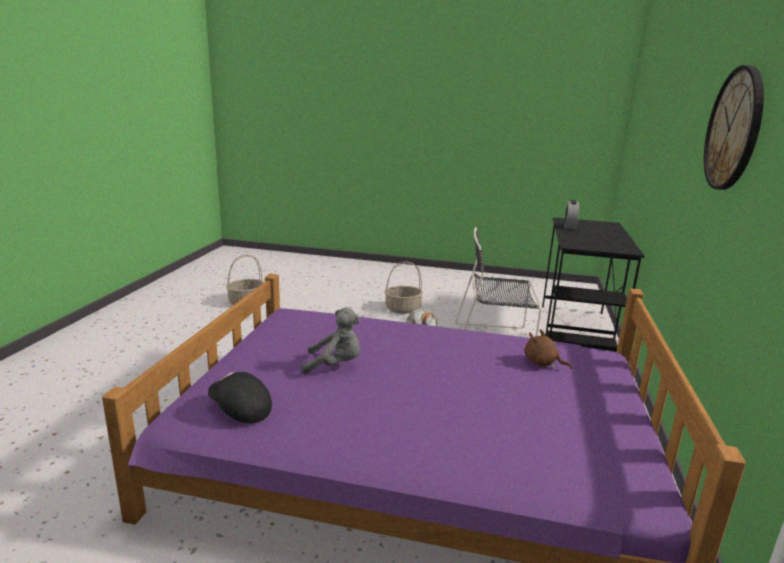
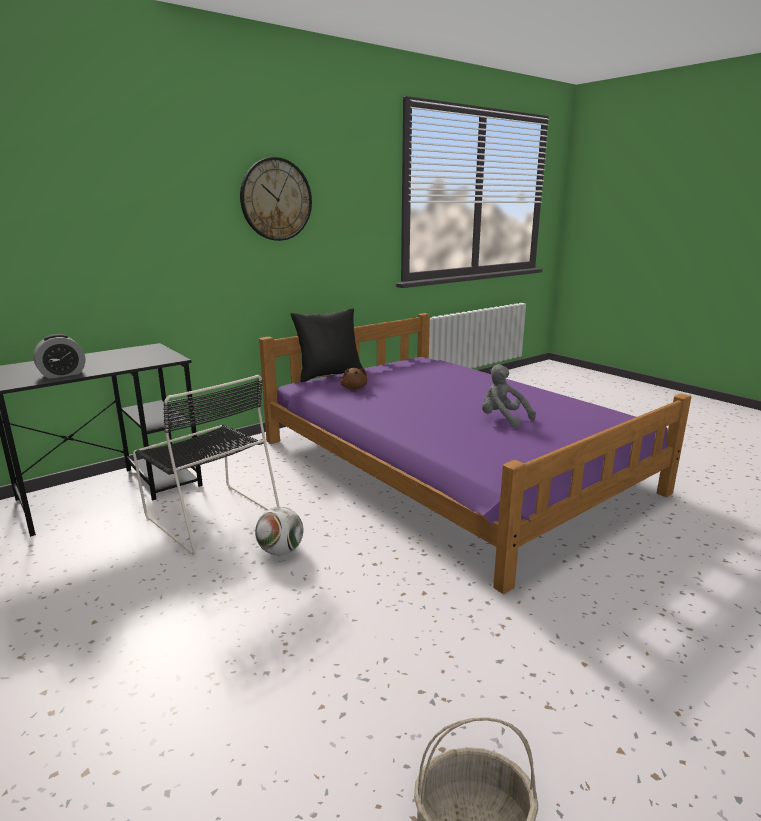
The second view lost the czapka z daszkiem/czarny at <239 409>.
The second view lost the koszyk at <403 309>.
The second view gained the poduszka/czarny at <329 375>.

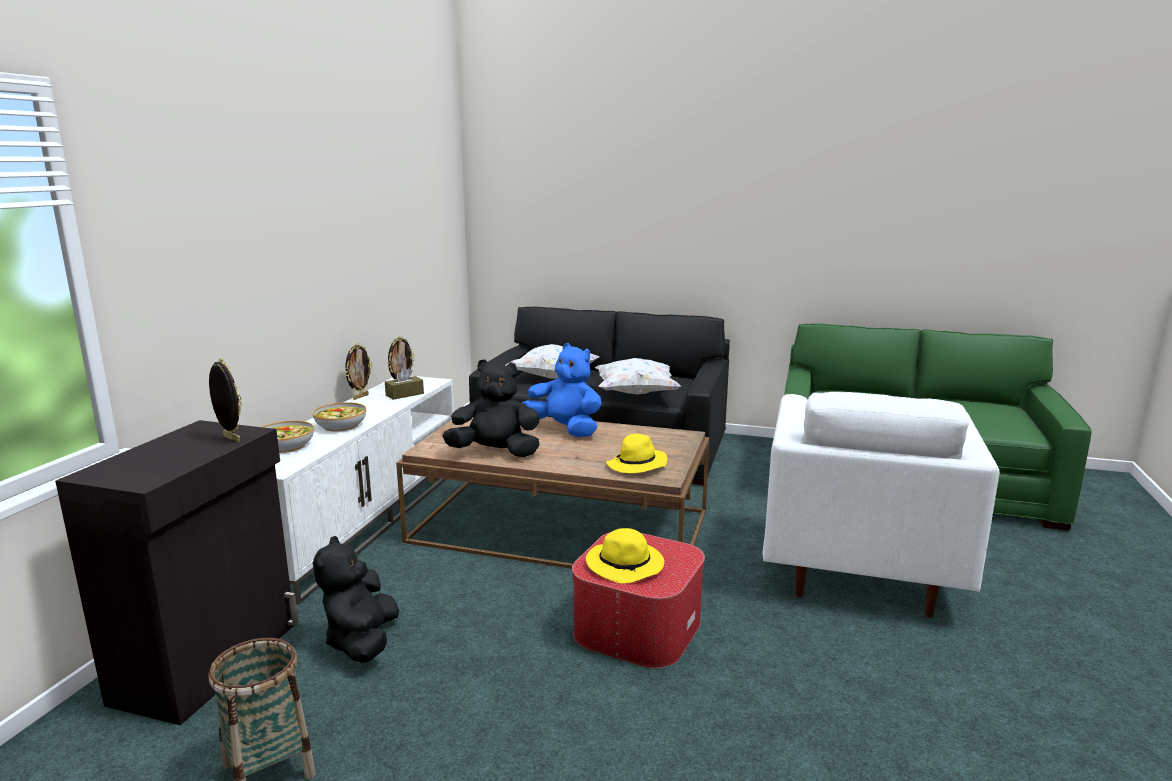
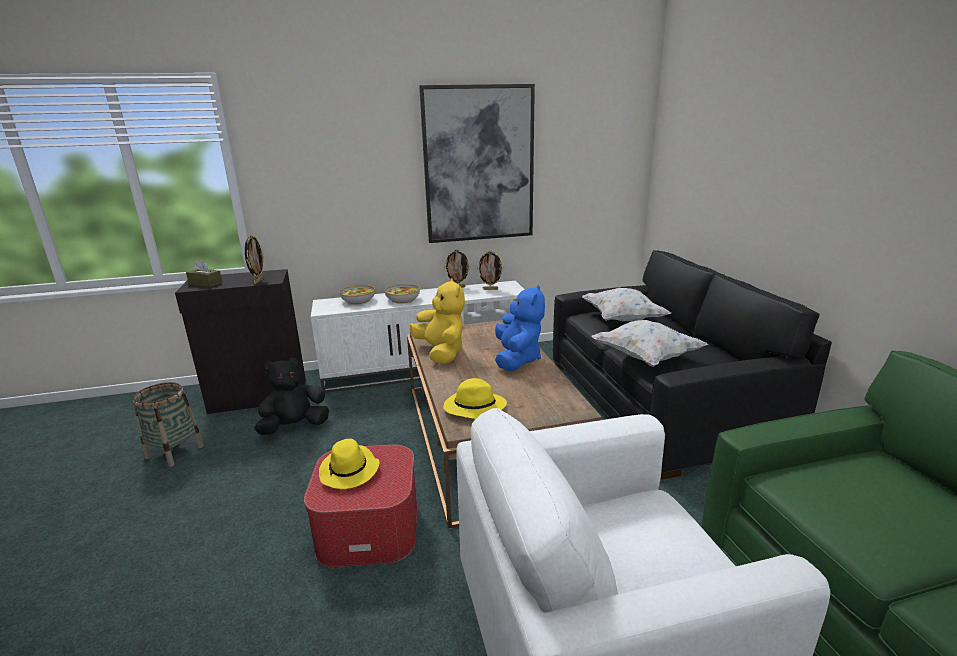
The pudełko chusteczek/brązowy ended up elsewhere, having gone from <404 394> to <205 283>.
What was the pluszak/czarny at <495 453> turned into the pluszak/żółty at <441 353>.
The second view gained the obraz at <479 165>.

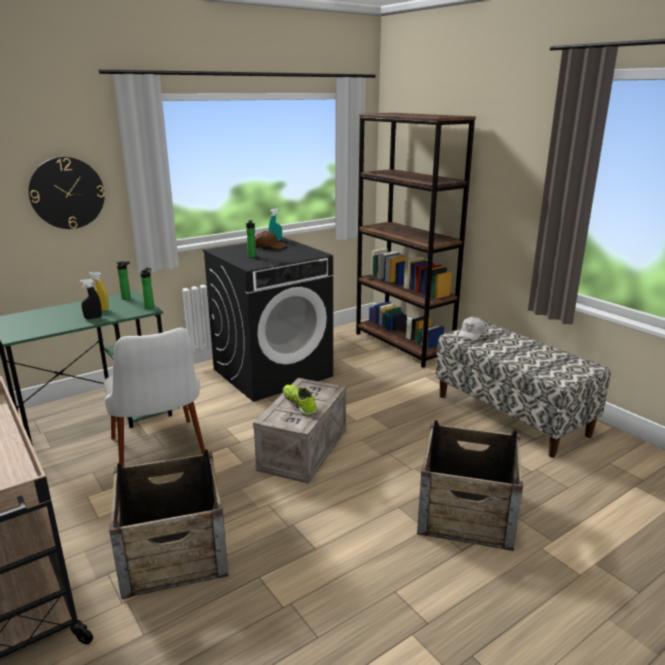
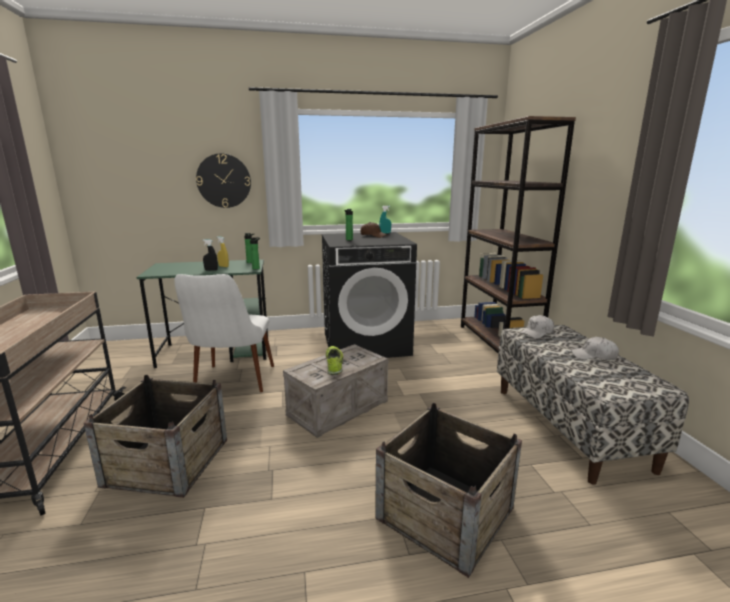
The second view gained the czapka z daszkiem/biały at <594 356>.

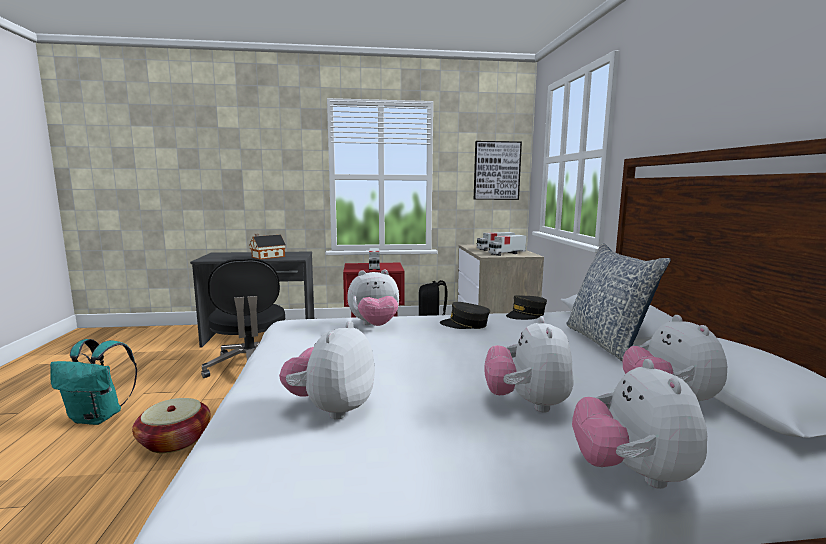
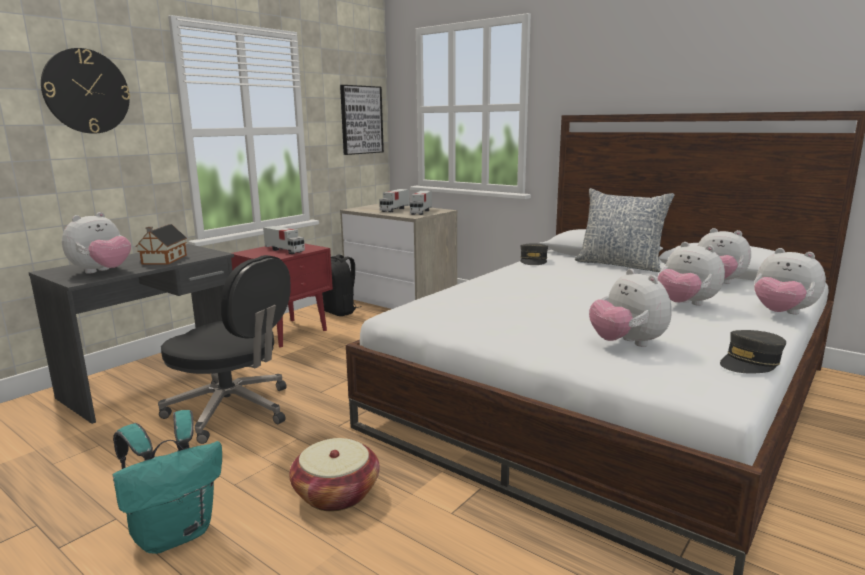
The pluszak ended up elsewhere, having gone from <375 326> to <102 272>.
The czapka z daszkiem/szary ended up elsewhere, having gone from <465 324> to <750 362>.
The second view gained the zegar ścienny at <86 91>.

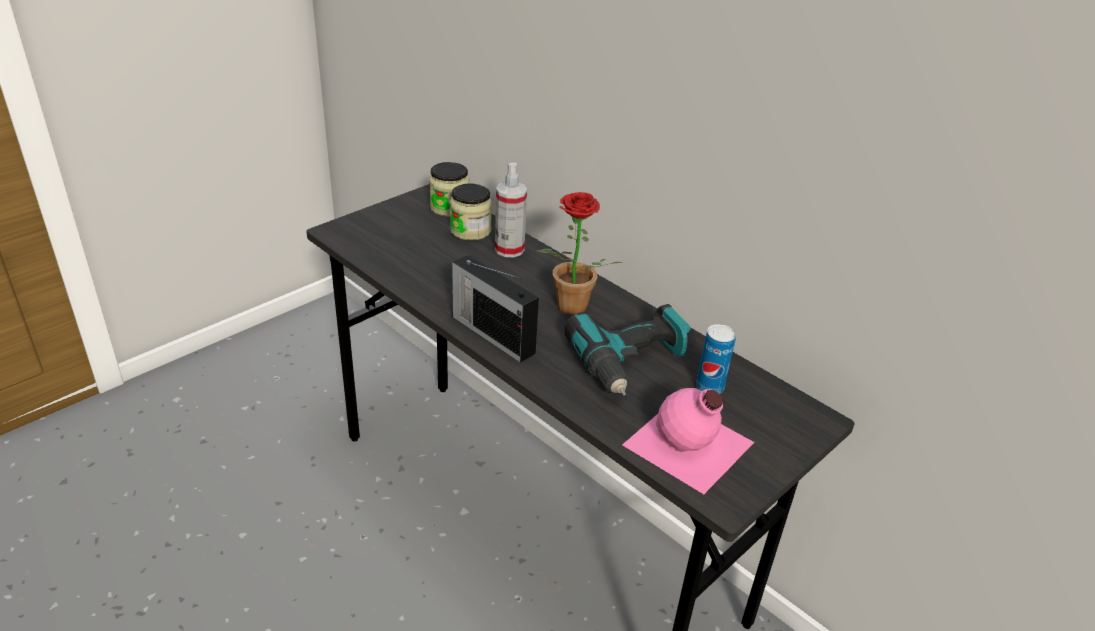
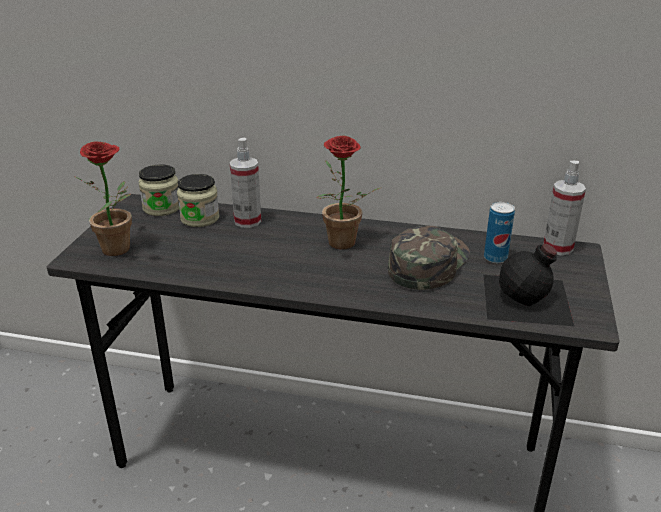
The second view lost the radio at <492 333>.
Where the wiertarka stood at <631 363>, the czapka z daszkiem/zielony came to stand at <428 263>.
What was the butelka/różowy at <689 445> turned into the butelka/czarny at <528 300>.
The second view gained the roślina doniczkowa at <121 250>.
The second view gained the spryskiwacz at <558 248>.

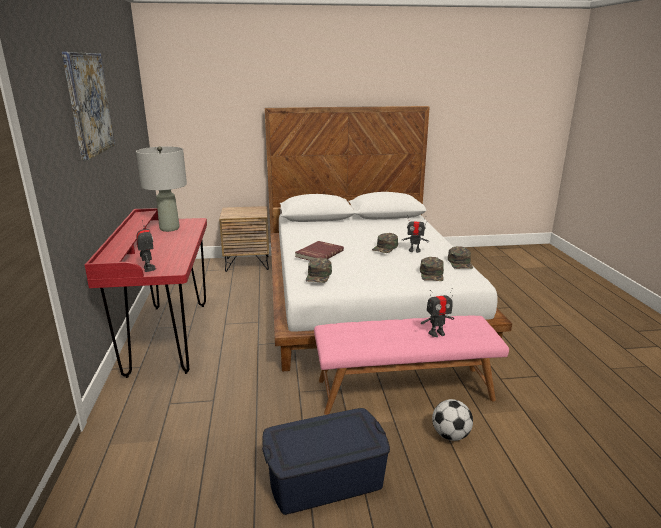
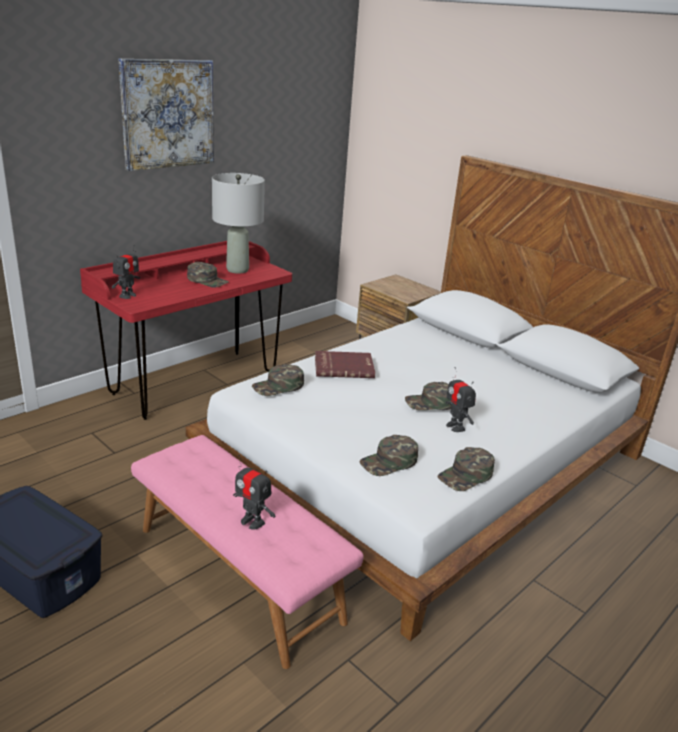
The second view lost the piłka futbolowa at <450 435>.
The second view gained the czapka z daszkiem/zielony at <208 280>.

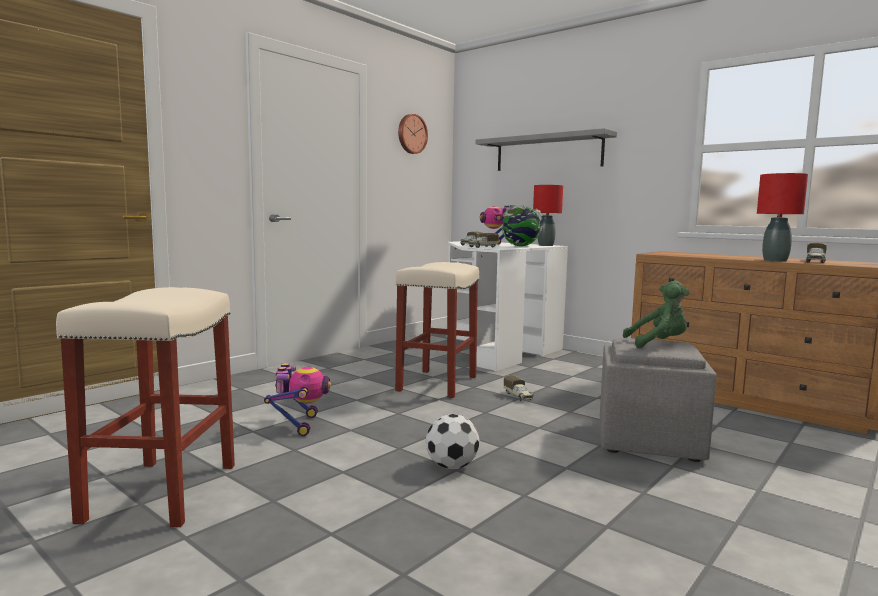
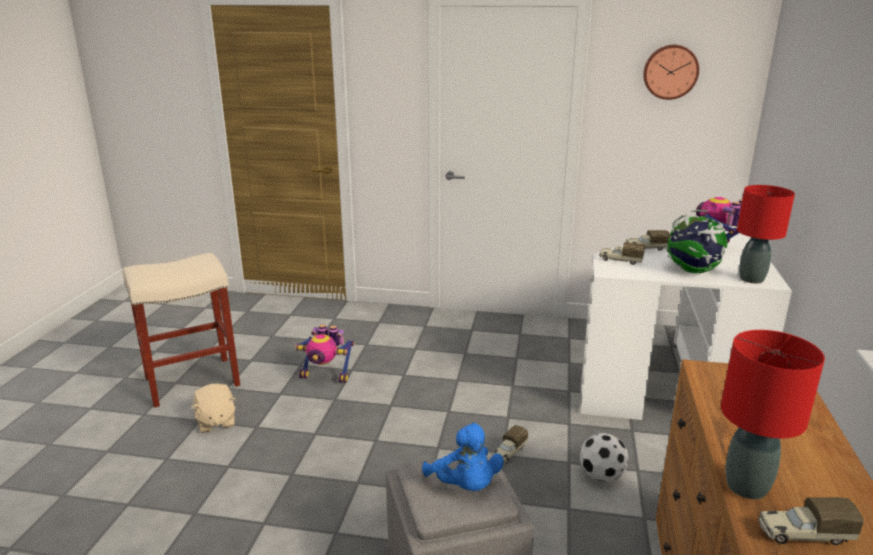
The robot zabawkowy at <299 425> ended up facing another way, 45 degrees clockwise from before.
The second view lost the stołek/beżowy at <437 384>.
The piłka futbolowa ended up elsewhere, having gone from <451 466> to <601 475>.
The second view lost the półka/szary at <548 153>.
What was the pluszak/zielony at <658 344> turned into the pluszak/niebieski at <465 486>.
The second view gained the pluszak/beżowy at <215 421>.

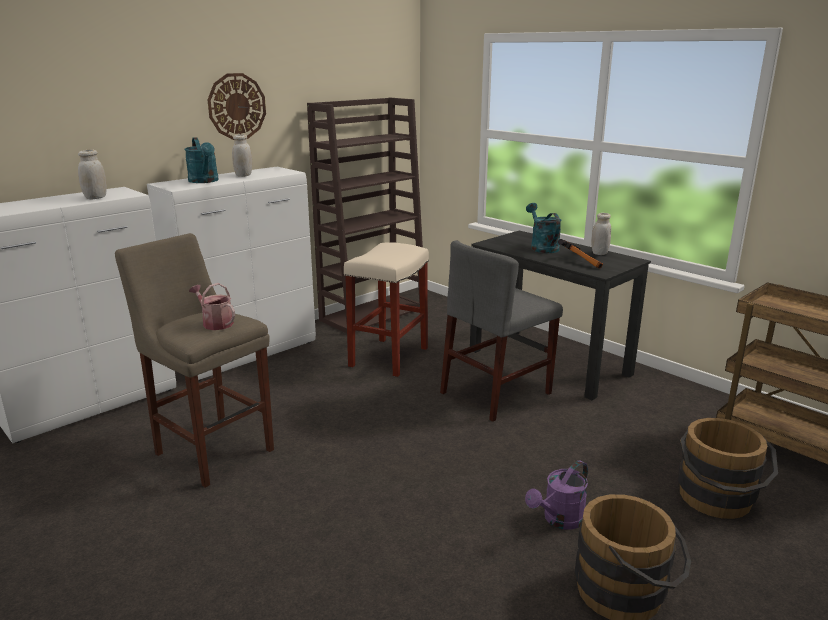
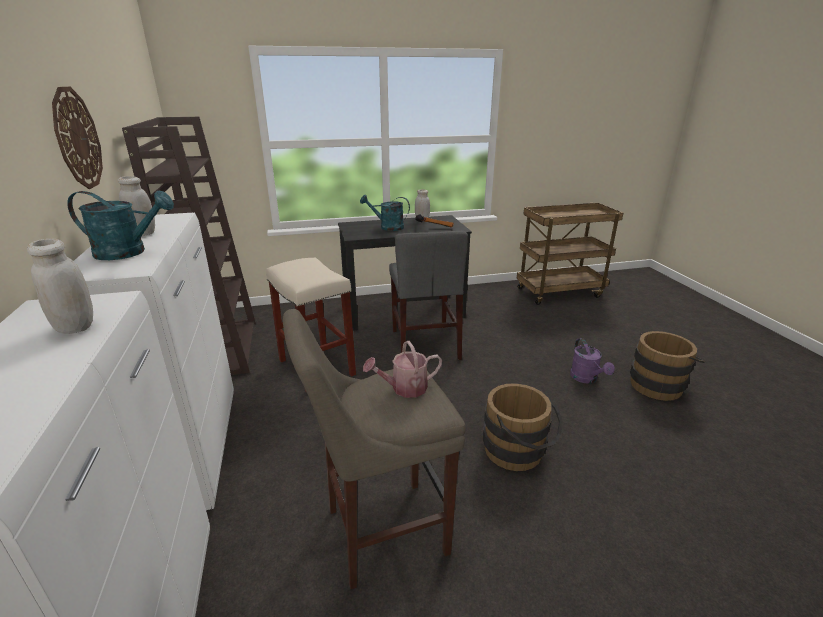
The wiadro/brązowy ended up elsewhere, having gone from <716 501> to <518 452>.

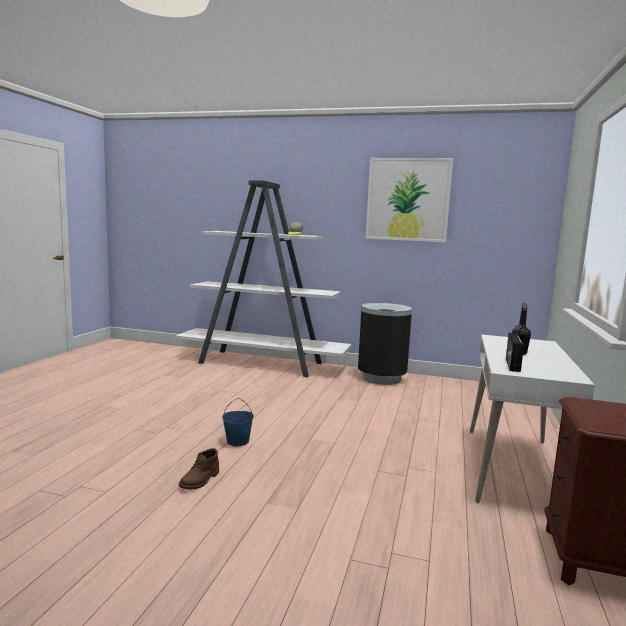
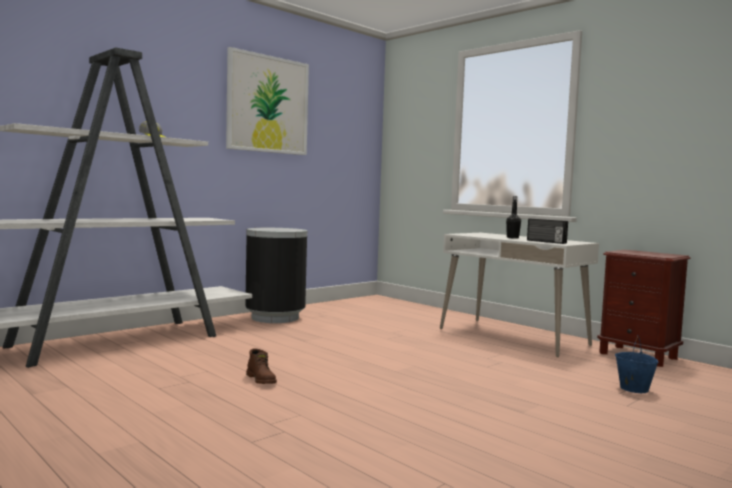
The but z cholewką/brązowy ended up elsewhere, having gone from <200 481> to <262 380>.
The wiadro/niebieski ended up elsewhere, having gone from <238 441> to <633 388>.

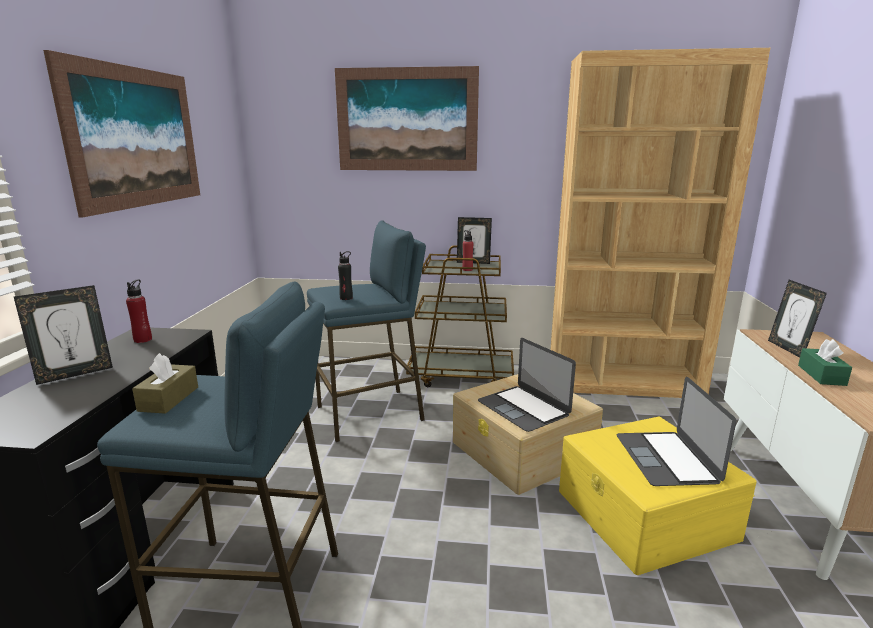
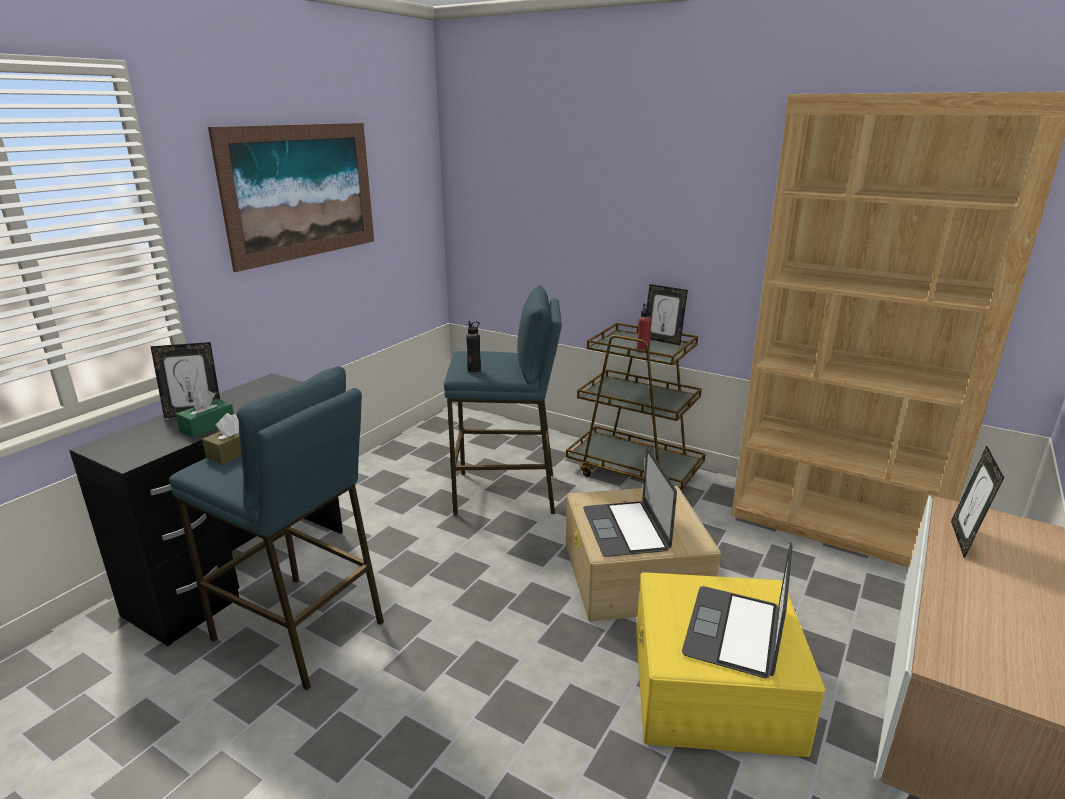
The second view lost the butelka/czerwony at <143 340>.
The second view lost the obraz at <407 120>.
The pudełko chusteczek/zielony ended up elsewhere, having gone from <821 375> to <208 426>.

